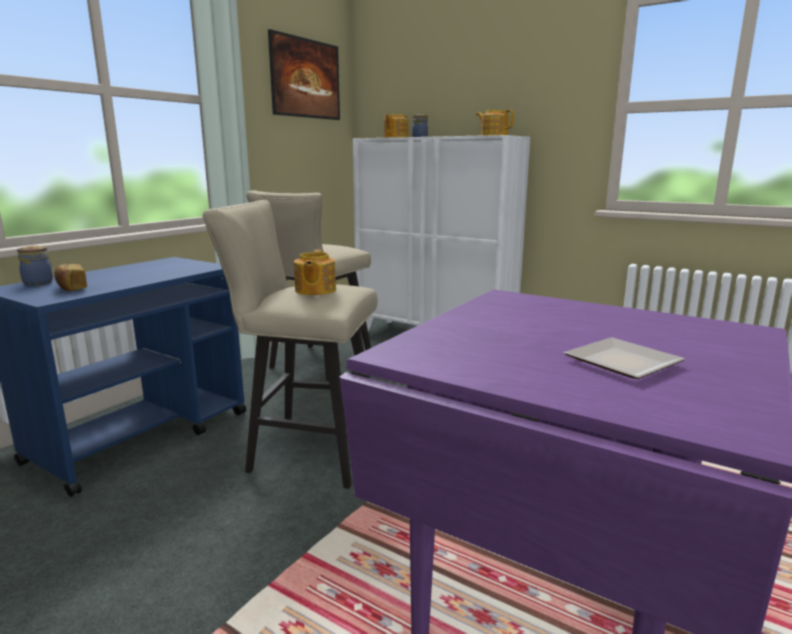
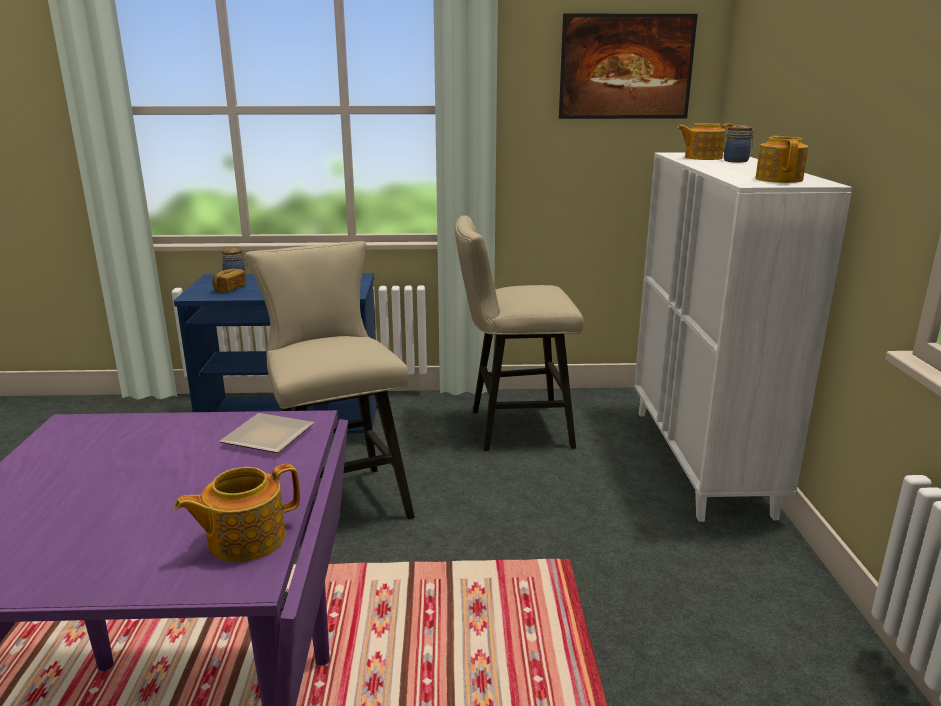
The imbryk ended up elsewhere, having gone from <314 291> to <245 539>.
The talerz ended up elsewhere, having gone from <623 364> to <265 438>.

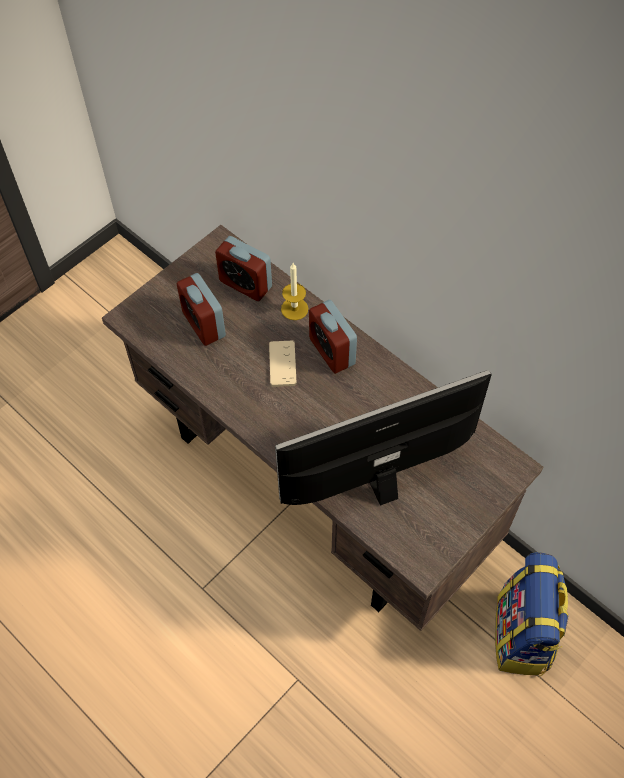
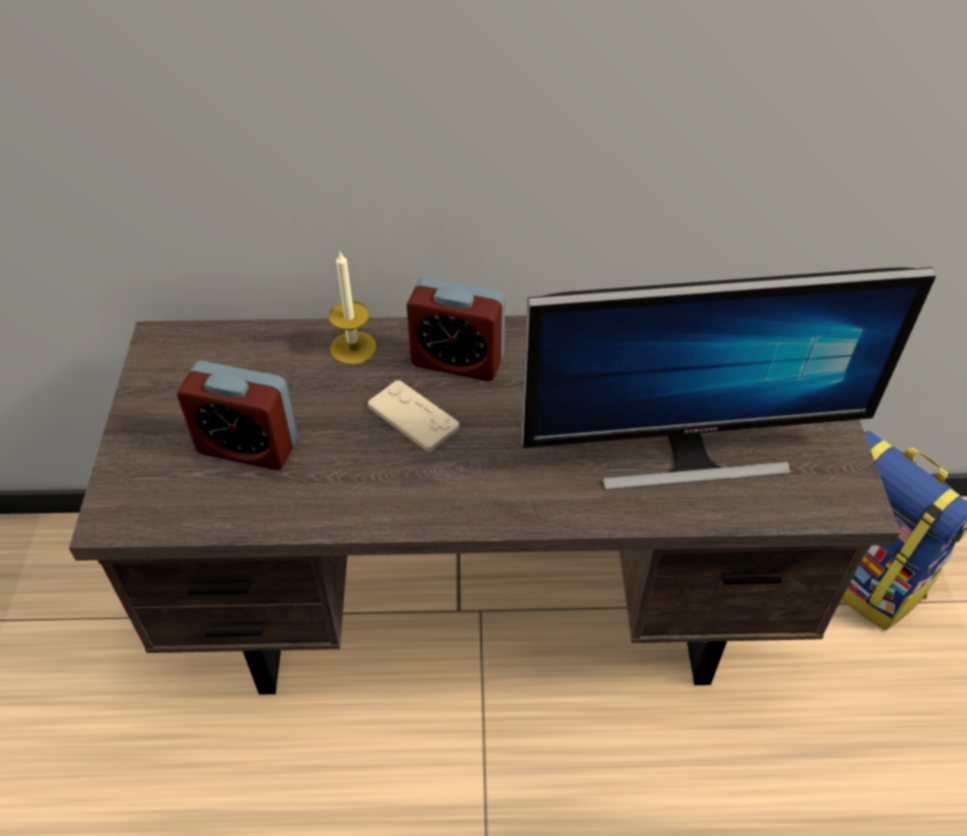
The second view lost the budzik at <245 284>.
The monitor at <379 481> ended up facing another way, 120 degrees counterclockwise from before.

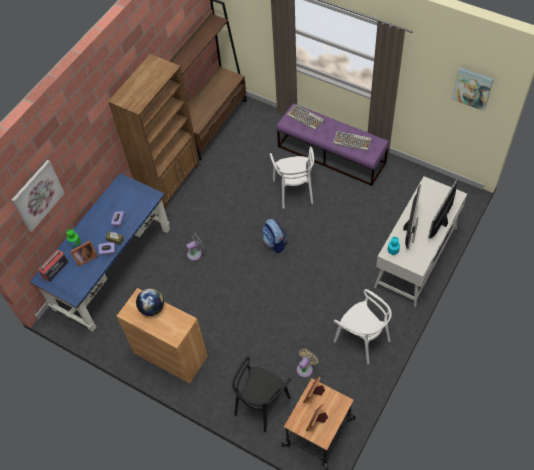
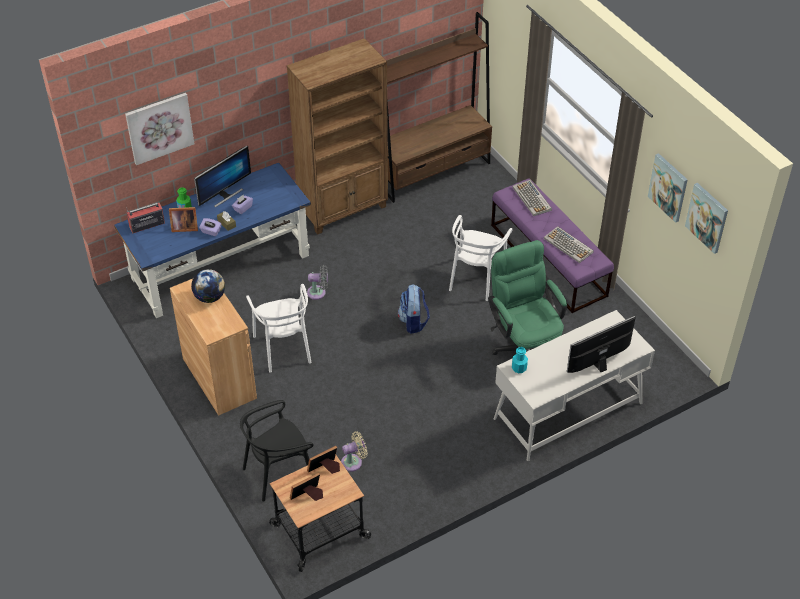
The krzesło/biały ended up elsewhere, having gone from <362 339> to <284 348>.
The monitor ended up elsewhere, having gone from <410 229> to <225 195>.
The second view gained the krzesło biurowe/zielony at <524 346>.
The second view gained the obraz at <668 187>.

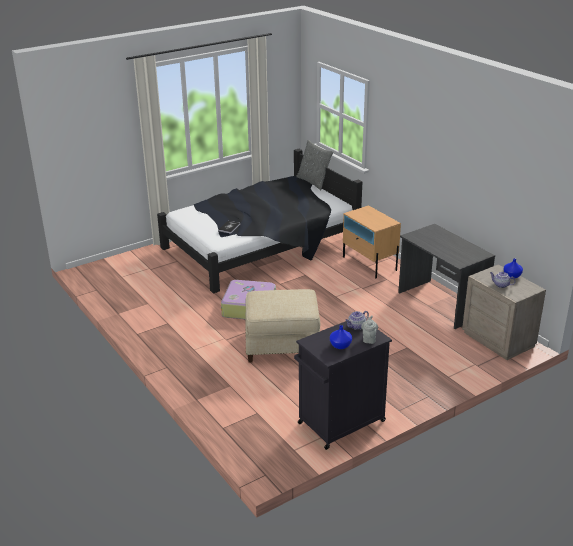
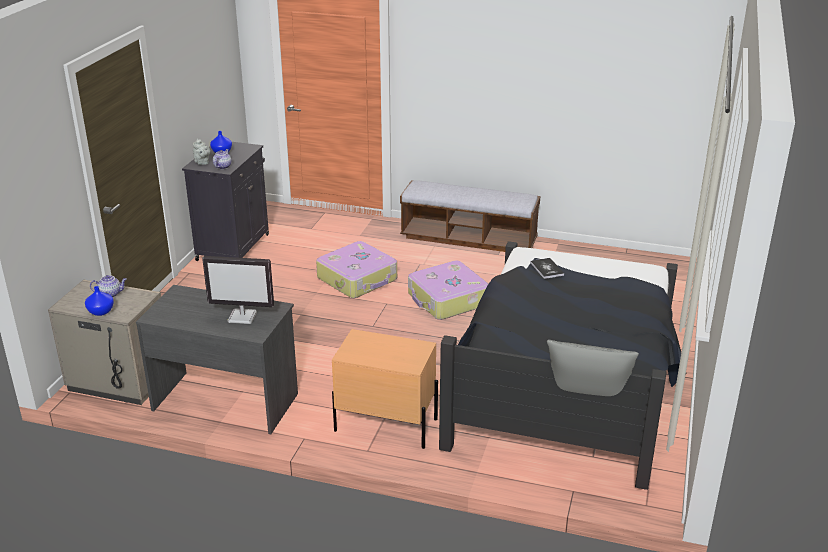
Where the pufa/beżowy stood at <282 346>, the walizka came to stand at <358 279>.
The second view gained the monitor at <243 317>.
The second view gained the ławka at <469 239>.

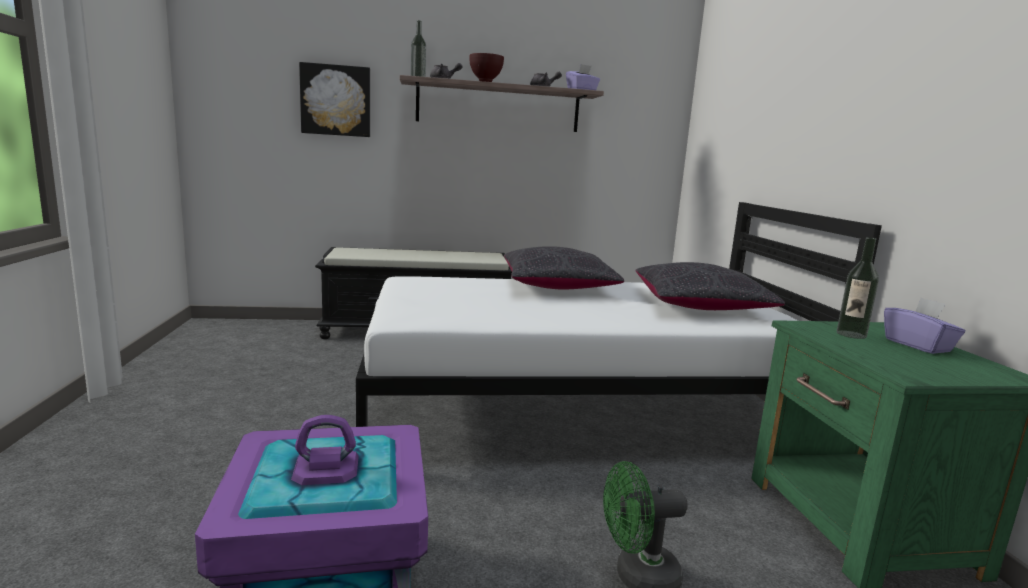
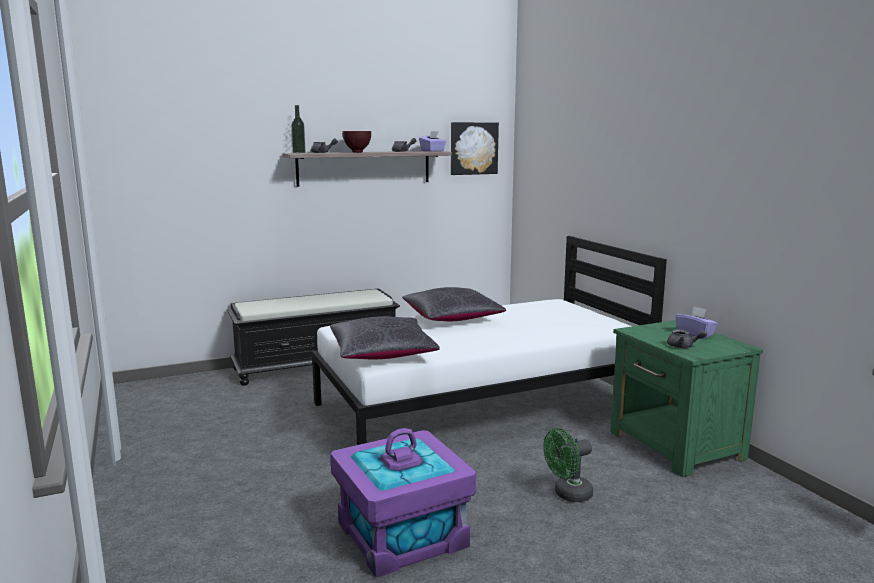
The obraz ended up elsewhere, having gone from <336 100> to <473 148>.
The poduszka/czarny ended up elsewhere, having gone from <699 306> to <382 353>.
The second view lost the butelka at <851 334>.
The second view gained the imbryk/szary at <683 346>.

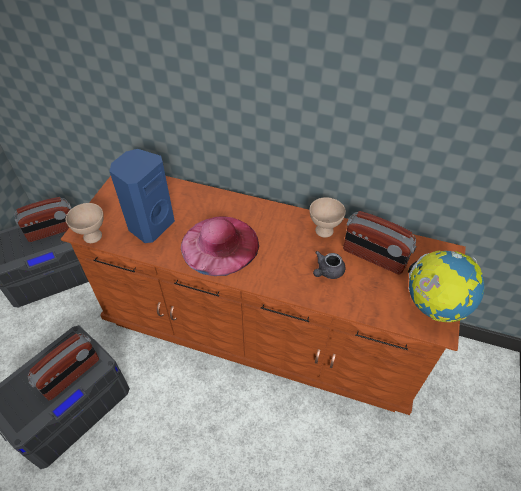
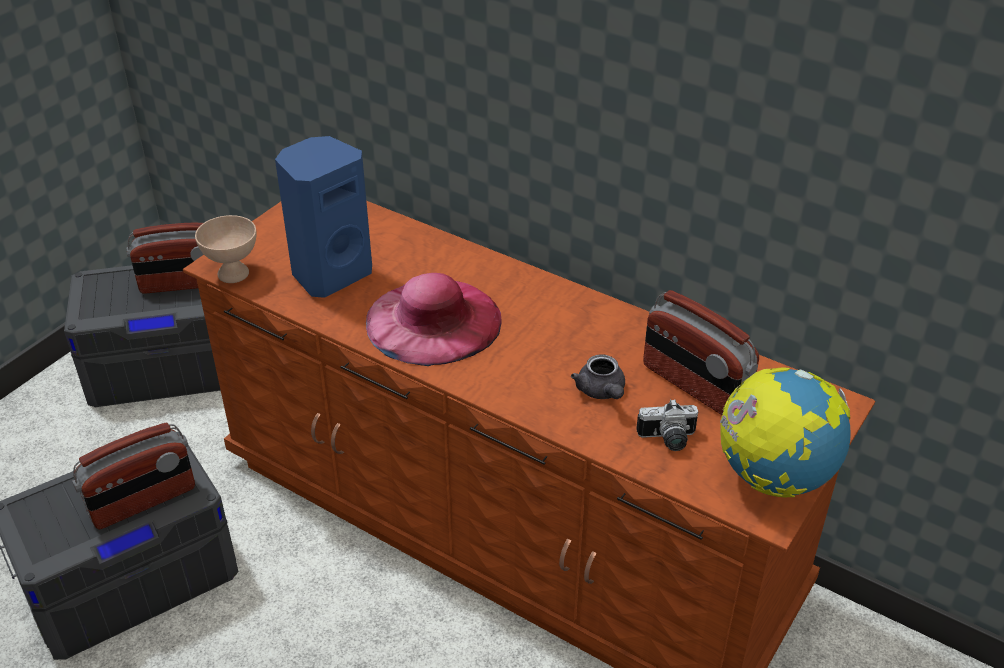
The second view lost the miska/beżowy at <324 231>.
The imbryk/szary at <327 271> ended up facing another way, 75 degrees counterclockwise from before.
The second view gained the aparat fotograficzny at <668 440>.

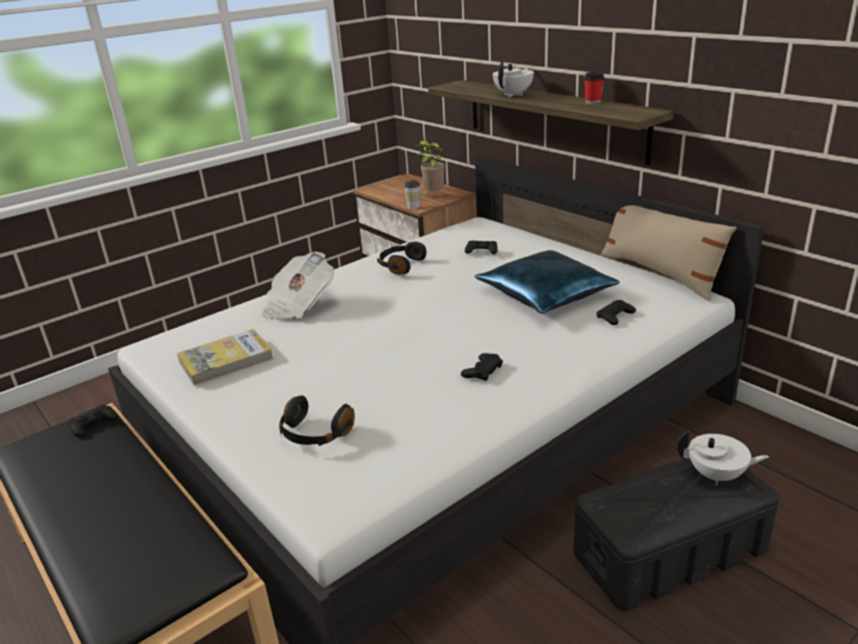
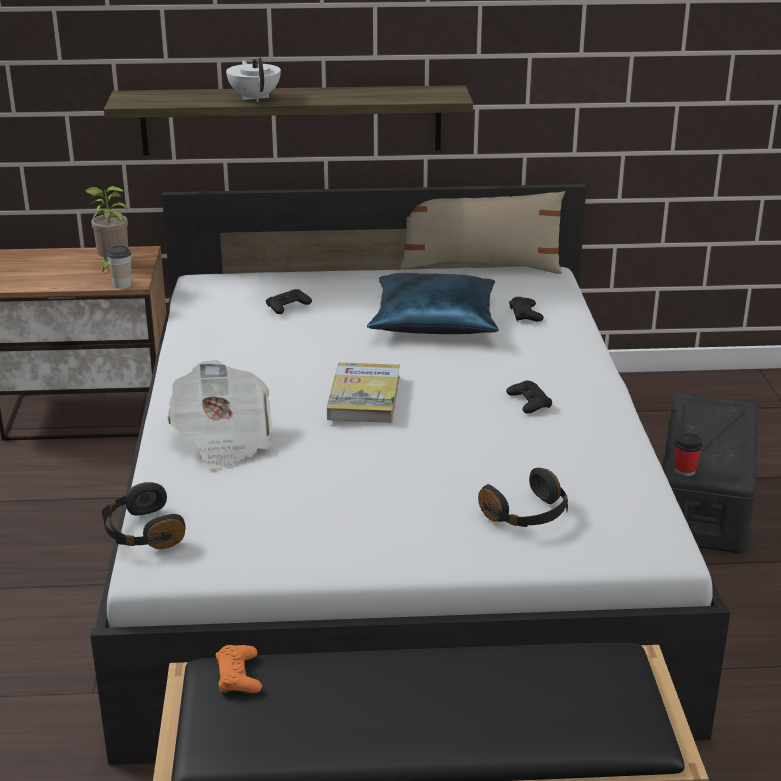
What was the pad do gier/czarny at <93 424> turned into the pad do gier/pomarańczowy at <238 675>.
The książka ended up elsewhere, having gone from <226 360> to <364 397>.
The słuchawki/czarny ended up elsewhere, having gone from <400 265> to <142 533>.
The filiżanka ended up elsewhere, having gone from <593 102> to <685 470>.
The second view lost the imbryk/biały at <717 475>.

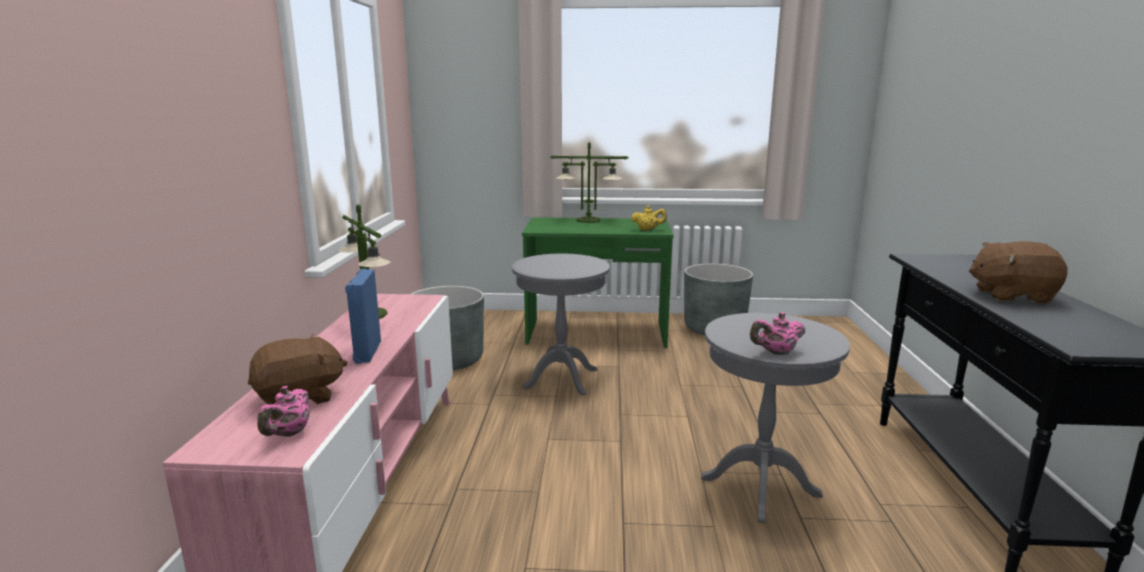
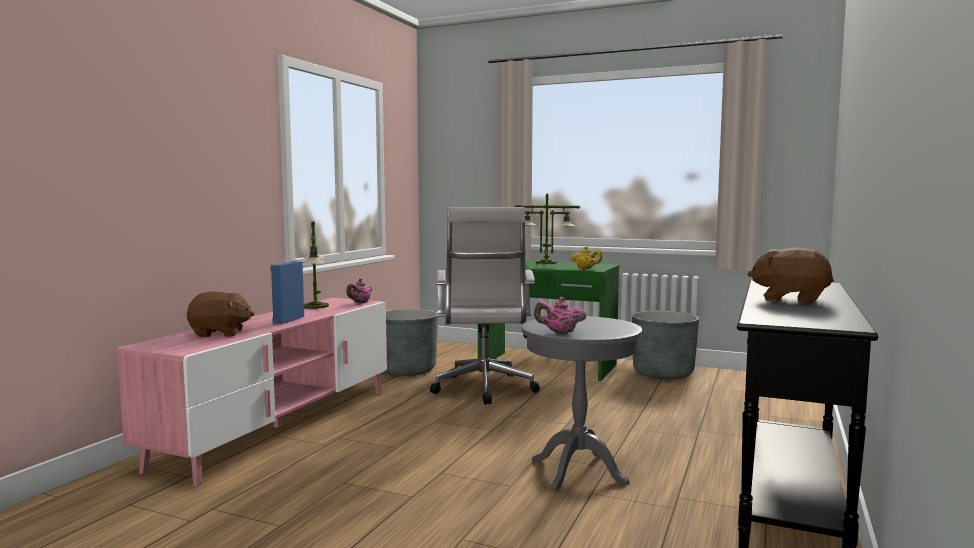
The imbryk/różowy ended up elsewhere, having gone from <288 434> to <360 303>.
Where the stolik/szary stood at <561 378>, the krzesło biurowe/biały came to stand at <484 390>.

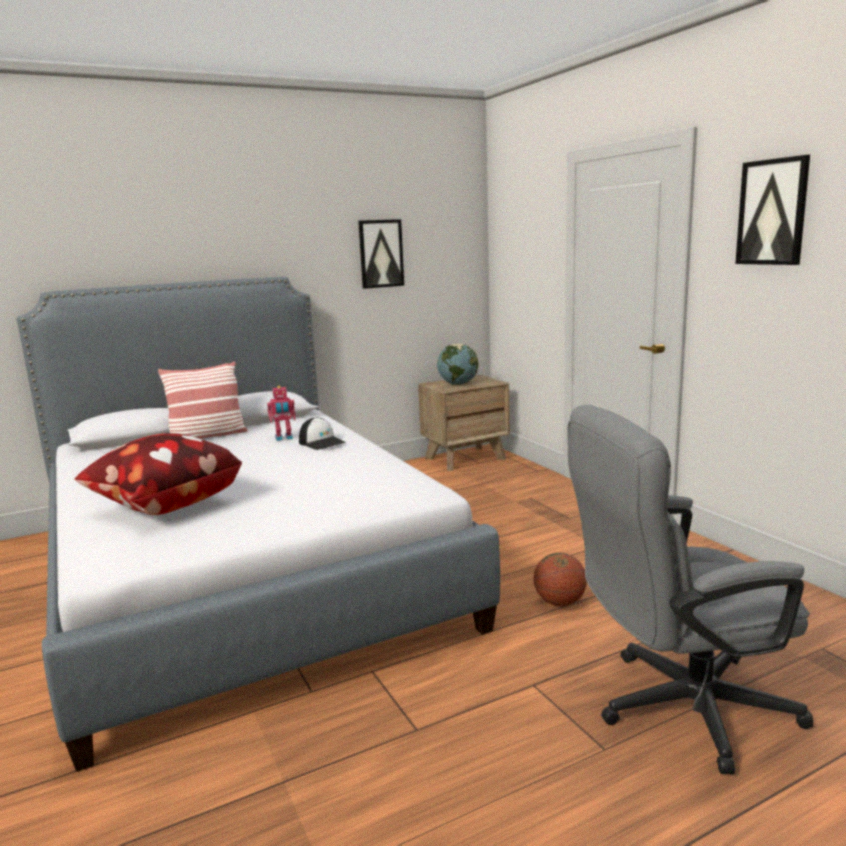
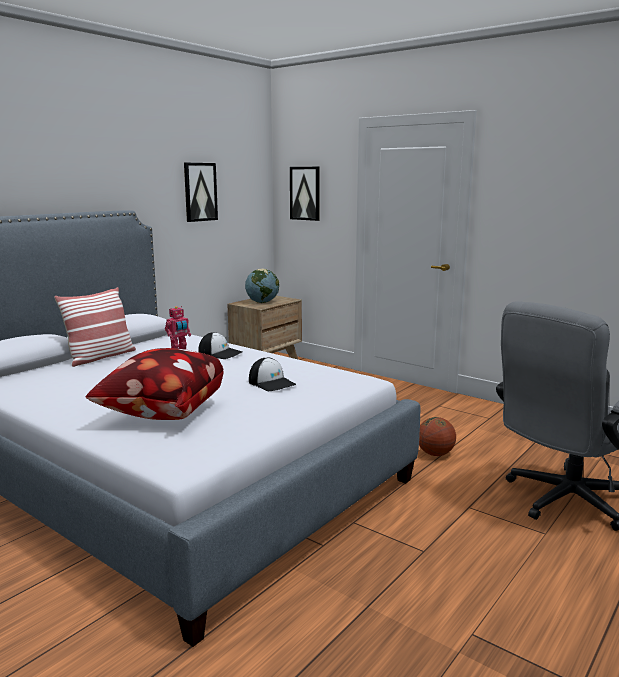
The obraz ended up elsewhere, having gone from <772 212> to <305 193>.
The second view gained the czapka z daszkiem at <272 383>.

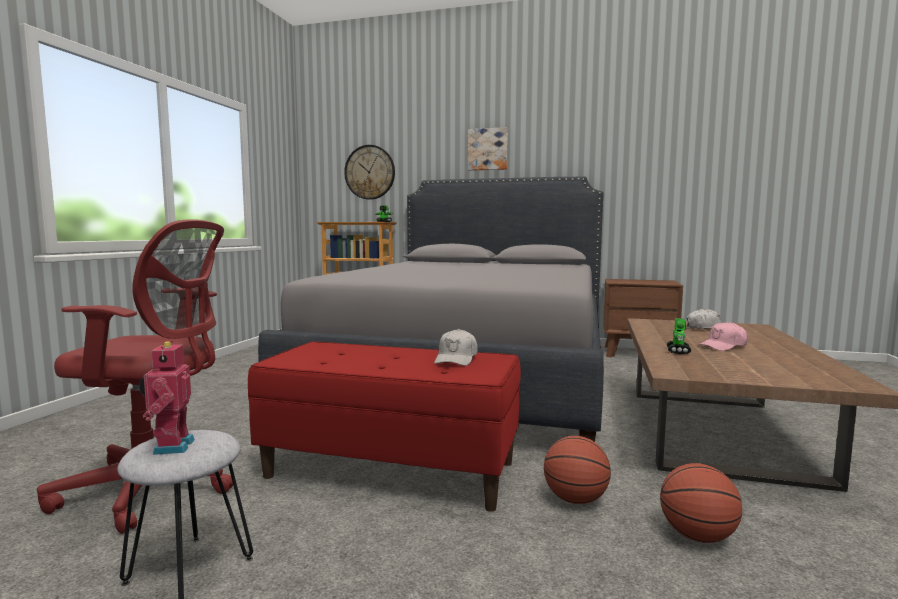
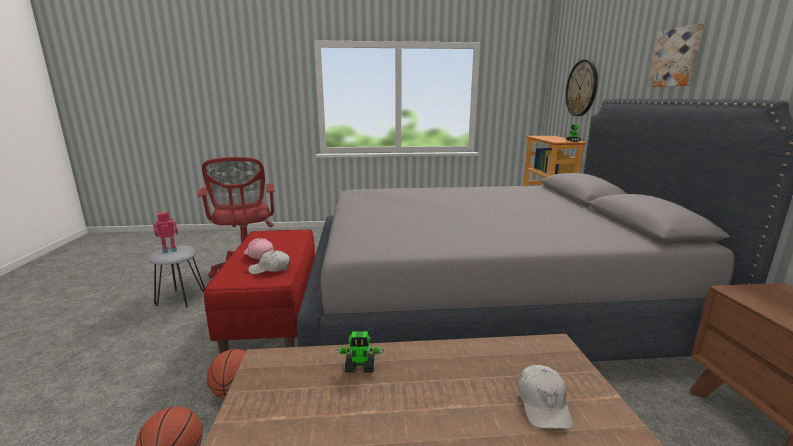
The czapka z daszkiem/różowy ended up elsewhere, having gone from <723 346> to <259 255>.

